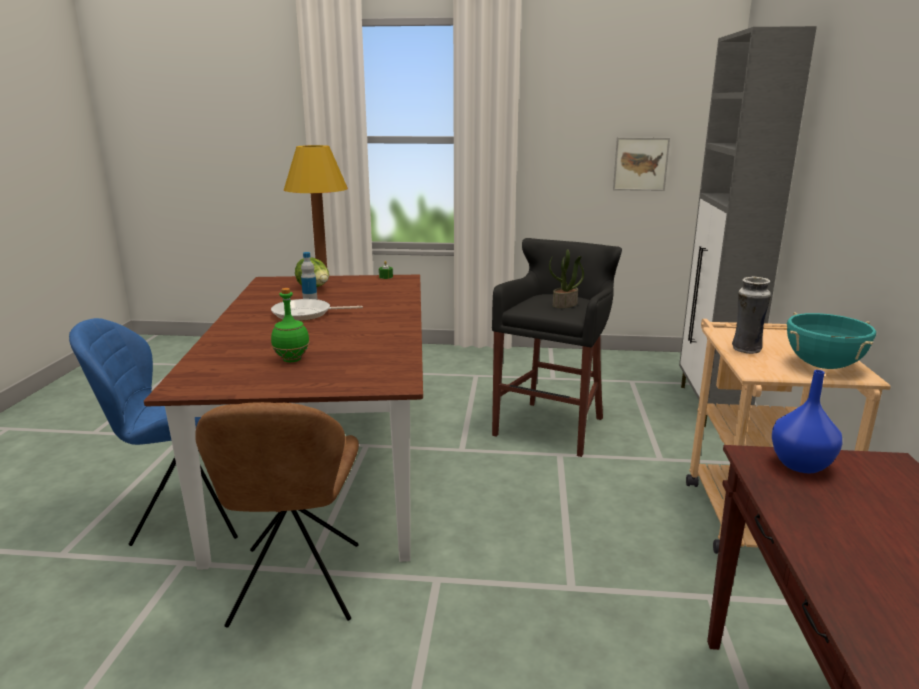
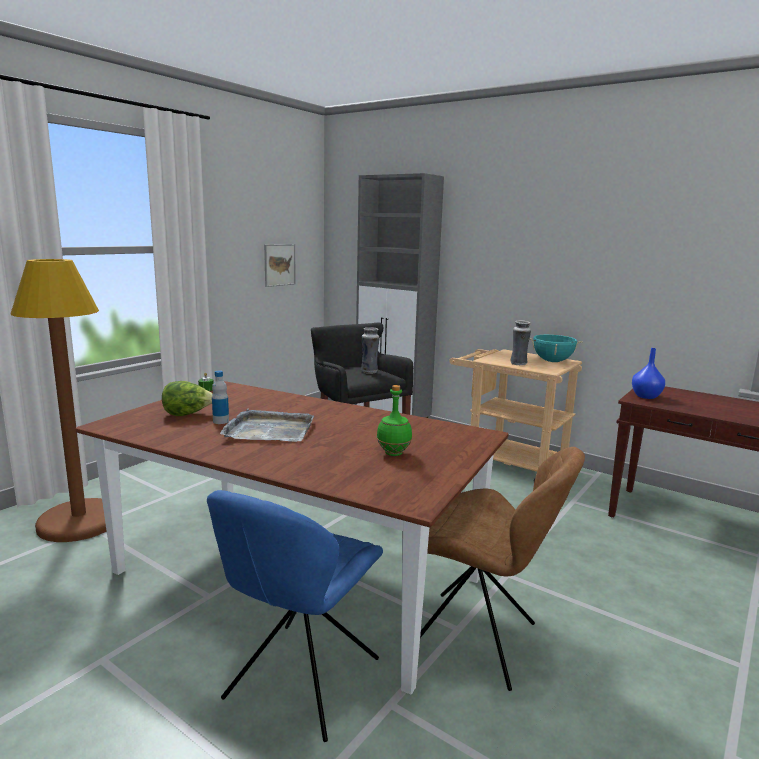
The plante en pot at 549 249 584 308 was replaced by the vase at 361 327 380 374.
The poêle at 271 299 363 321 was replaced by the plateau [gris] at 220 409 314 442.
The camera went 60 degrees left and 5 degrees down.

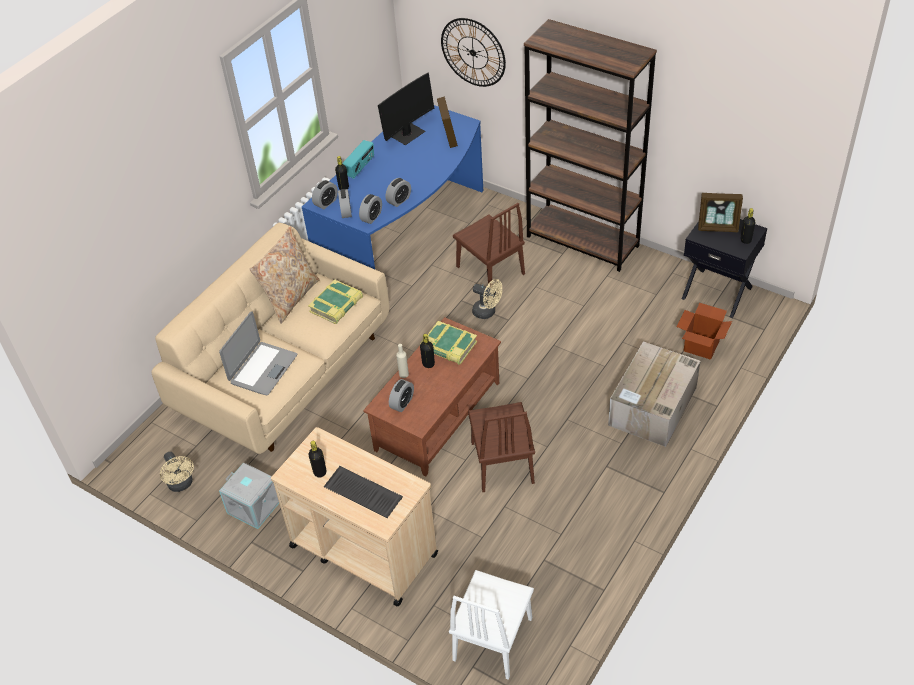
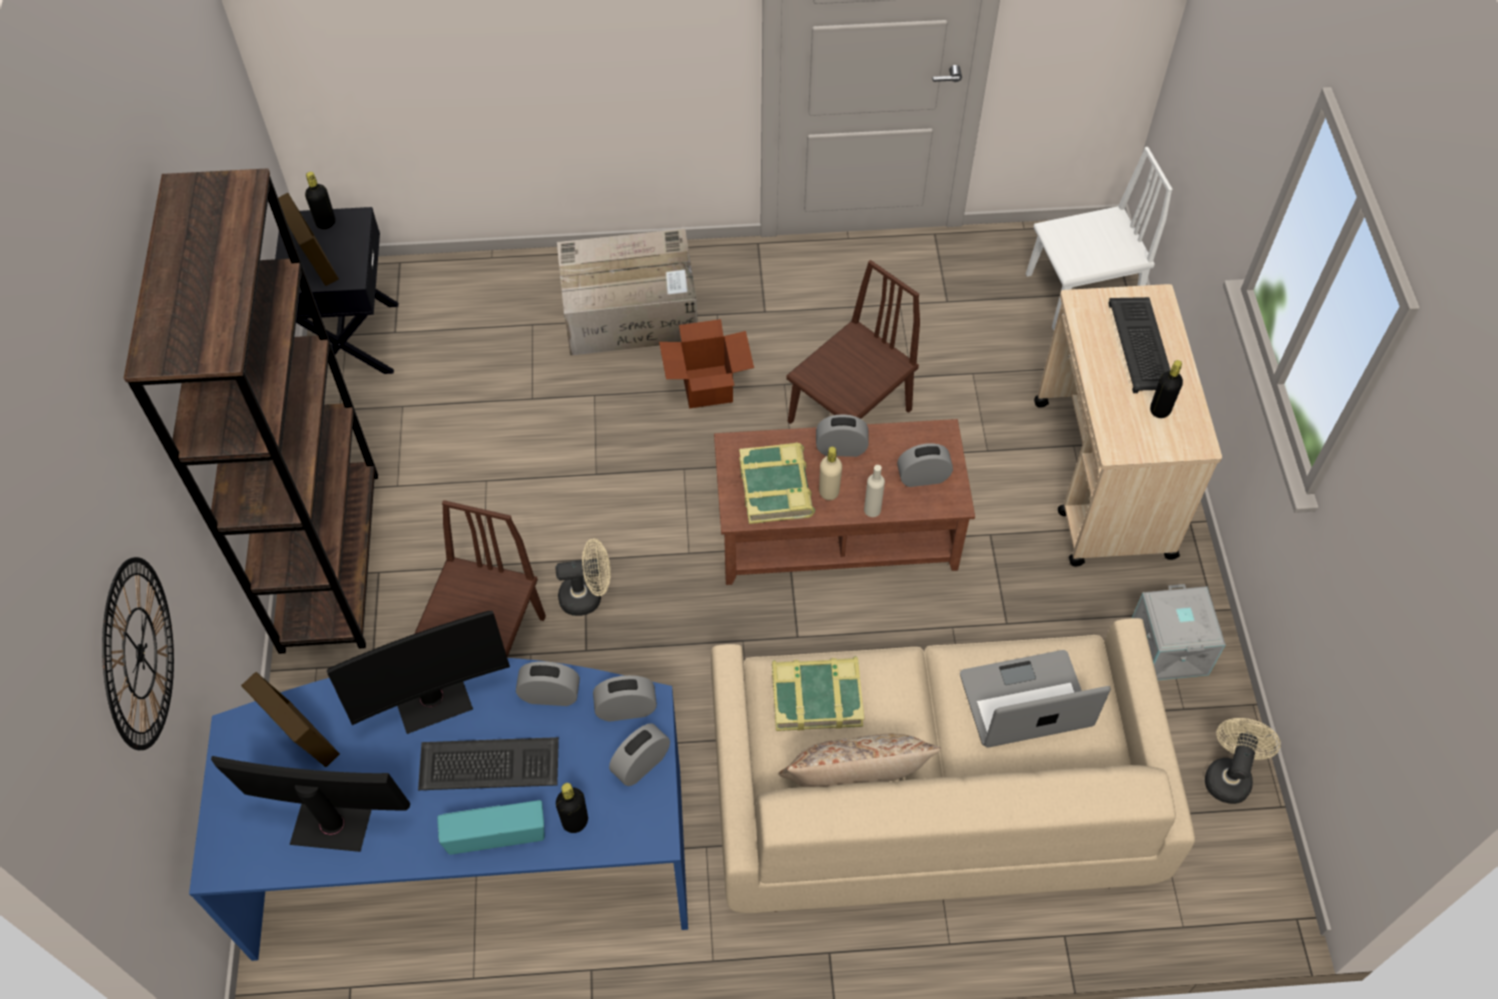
The cadre photo at 437 97 458 148 turned 90 degrees clockwise.
The réveil moved from 312 180 338 209 to 816 414 869 457.
The ventilateur [beige] at 472 279 502 319 turned 90 degrees clockwise.
The carton moved from 676 303 732 360 to 659 319 754 408.
The bouteille [noir] at 420 334 435 368 became the bouteille [beige] at 819 447 842 500.
The écran d'ordinateur at 327 611 510 734 appeared.
The clavier at 418 737 559 790 appeared.
The camera went 130 degrees left and 10 degrees up.

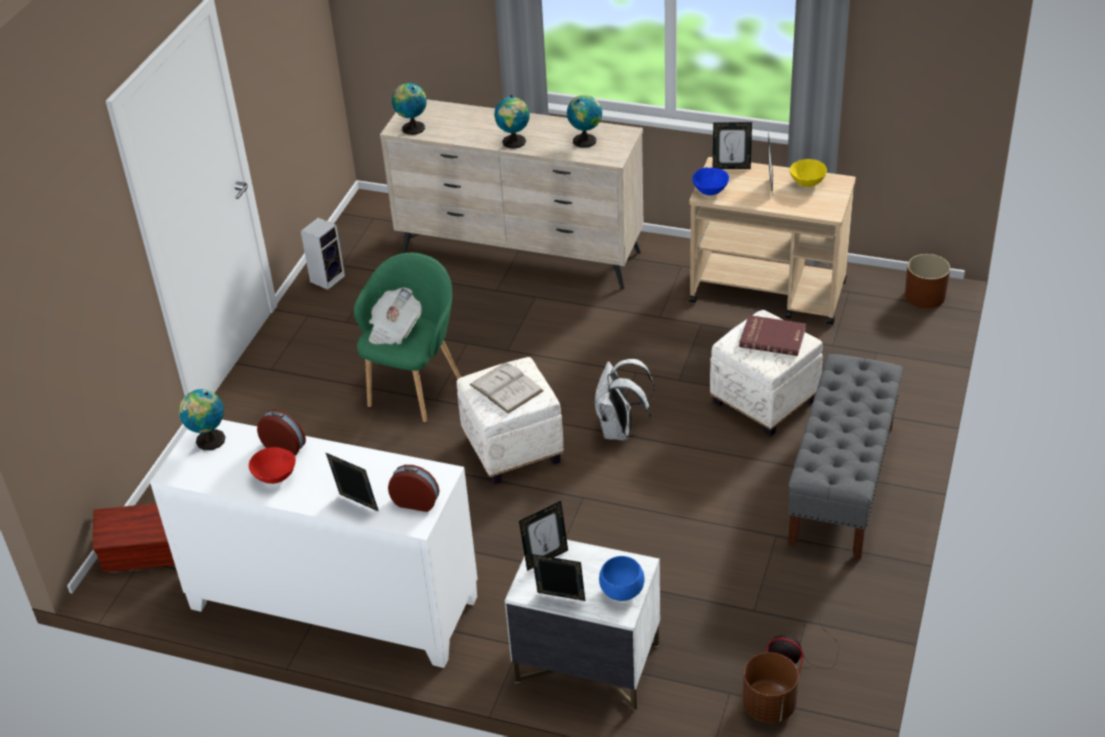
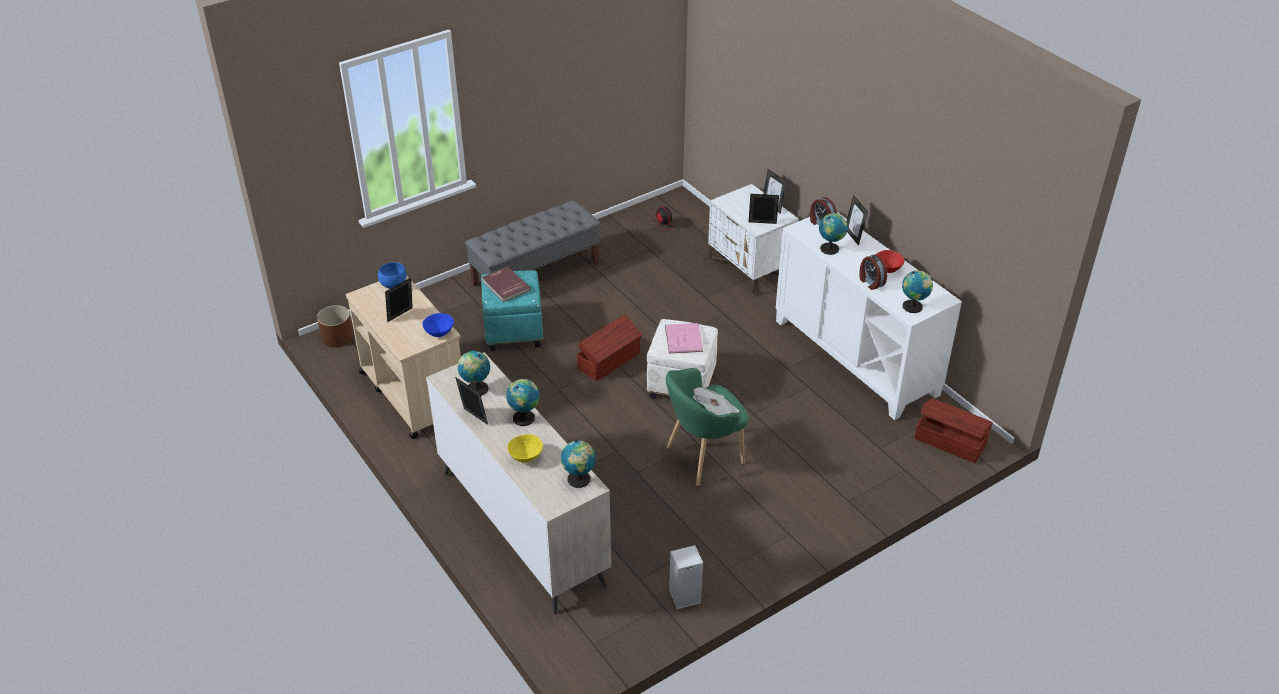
The cadre photo moved from 713 122 752 169 to 455 377 488 425.
The bol [jaune] moved from 790 159 827 187 to 507 434 543 463.
The pouf [blanc] at 710 310 823 436 became the pouf [turquoise] at 481 270 543 351.
The sac à dos [blanc] at 594 359 654 441 was replaced by the boîte de rangement [marron] at 577 314 643 381.
The livre [blanc] at 469 363 543 414 became the livre [rose] at 665 323 703 353.
The bol [bleu] moved from 599 556 644 601 to 378 262 406 289.
The cache-pot [marron] at 742 652 799 723 disappeared.
The globe at 819 213 848 255 appeared.
The camera went 145 degrees left and 0 degrees up.

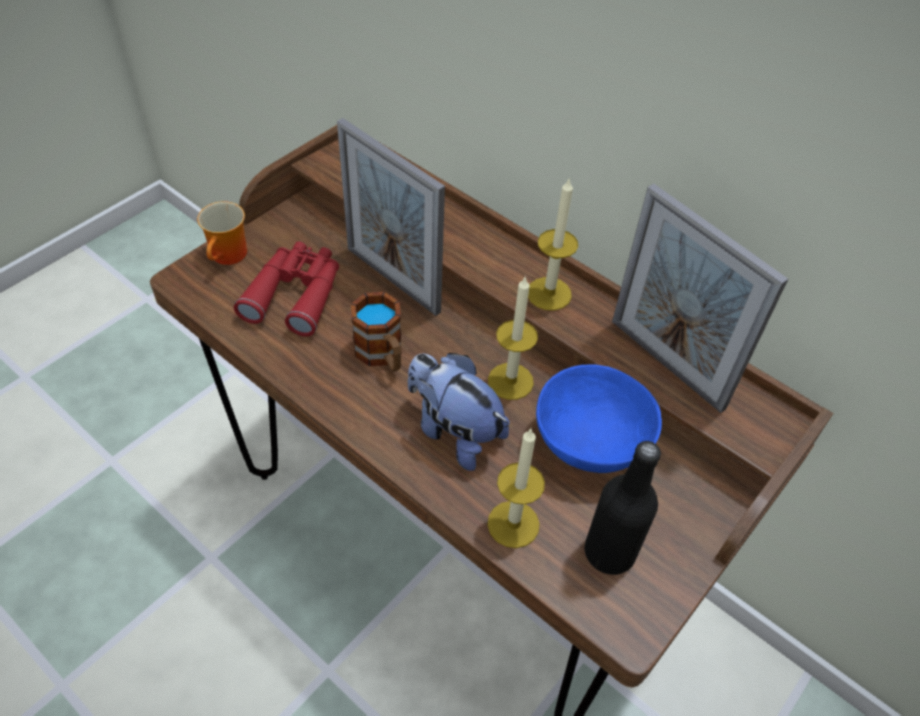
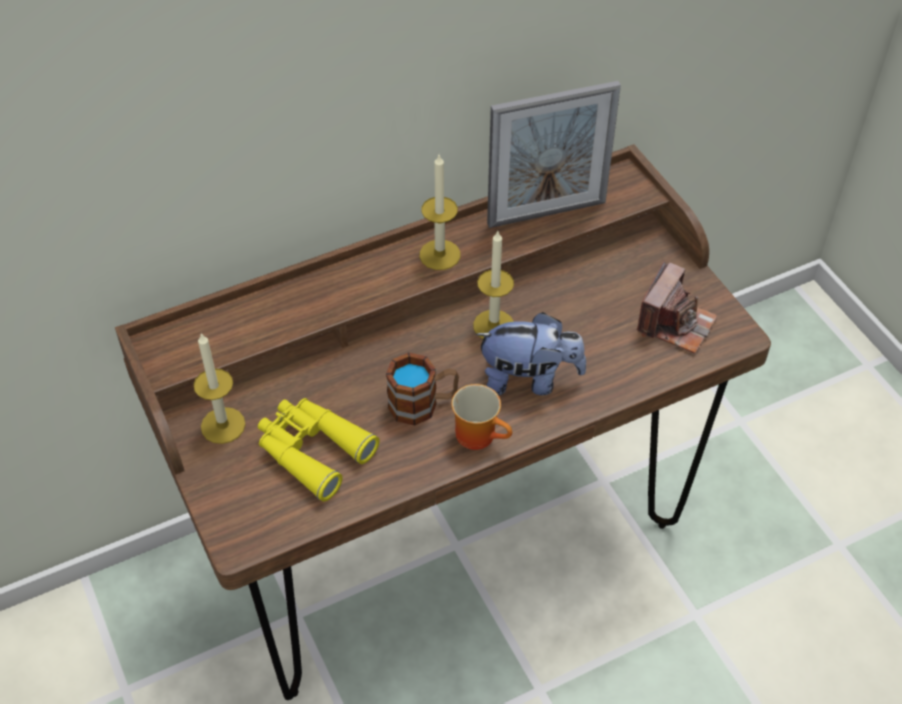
The cadre photo at 337 118 445 316 disappeared.
The mug moved from 197 201 247 265 to 451 384 512 450.
The jumelles [rouge] at 234 241 339 337 became the jumelles [jaune] at 258 398 380 502.
The peluche at 408 353 510 471 turned 150 degrees counterclockwise.
The bol [bleu] at 536 364 662 473 disappeared.
The bougie moved from 488 429 545 548 to 193 332 246 444.
The bouteille [noir] at 585 441 661 575 was replaced by the appareil photo at 637 261 718 354.
The camera went 65 degrees left and 0 degrees up.

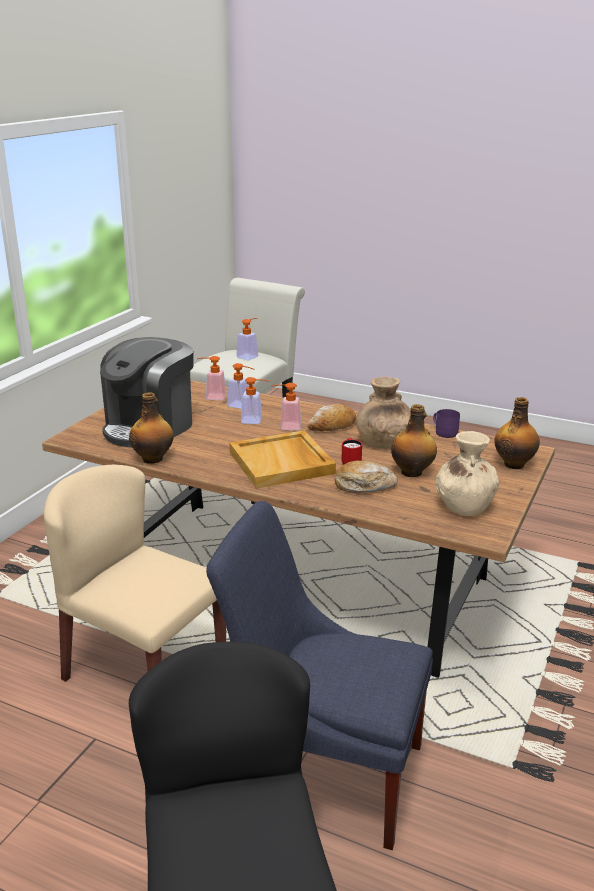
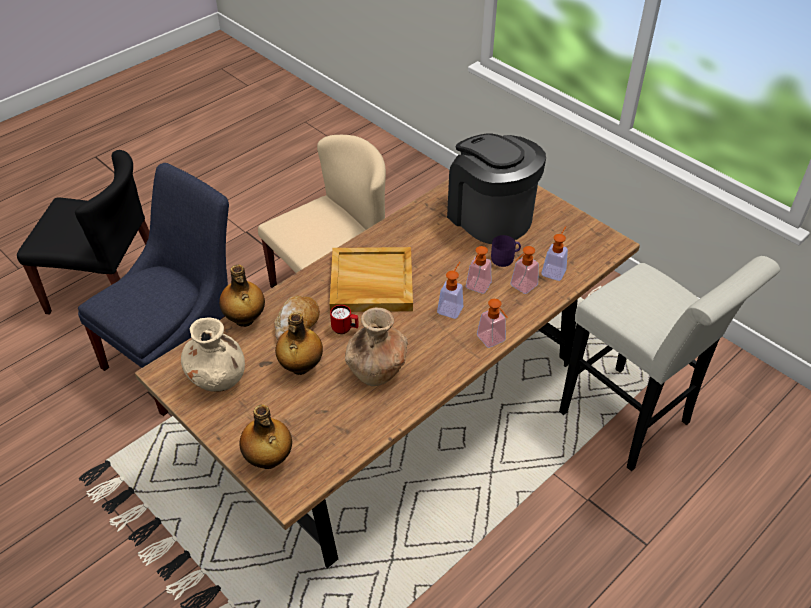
The distributeur de savon moved from 236 318 258 360 to 477 299 508 348.
The bouteille moved from 129 392 174 464 to 219 265 265 327.
The pain at 307 404 356 431 disappeared.
The mug [violet] moved from 433 409 460 438 to 491 235 521 267.
The camera went 110 degrees right and 20 degrees up.

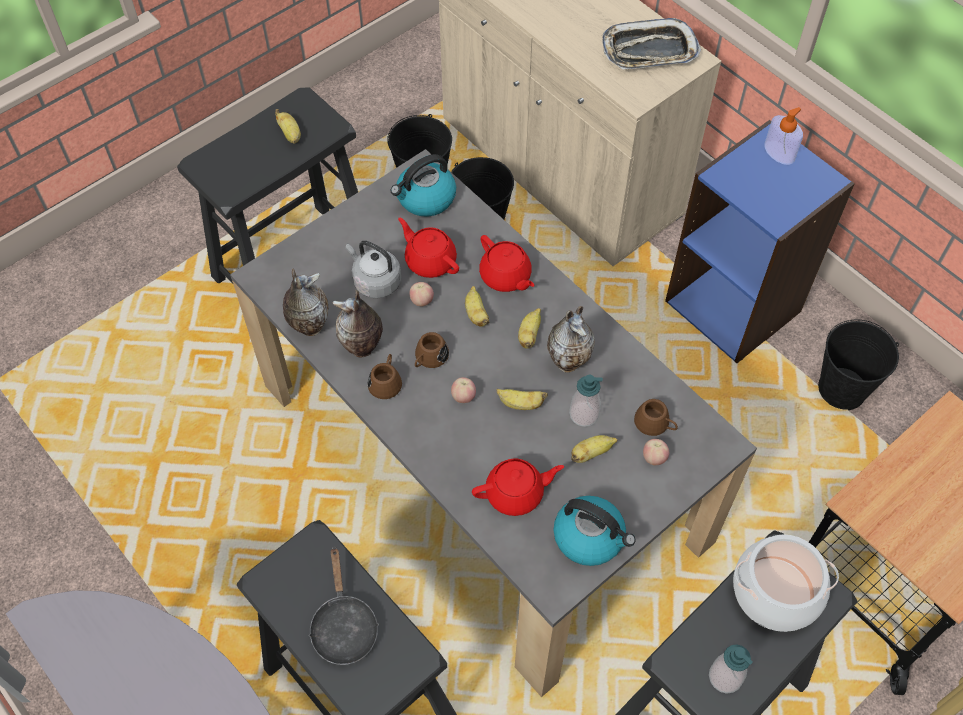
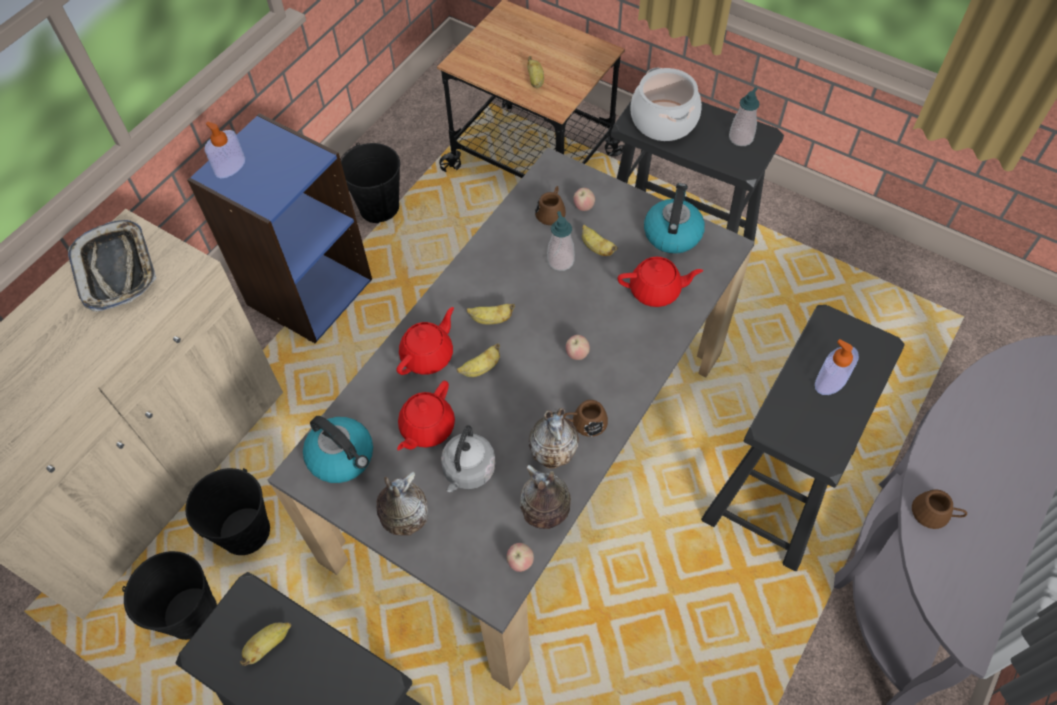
The pomme moved from 410 282 434 306 to 507 543 534 572.
The vase moved from 547 306 595 373 to 377 472 428 535.
The mug [marron] moved from 415 332 449 368 to 912 489 967 529.
The banane moved from 496 389 548 410 to 527 56 544 88.
The théière [rouge] at 472 458 564 516 turned 120 degrees clockwise.
The poêle [noir] at 309 548 379 665 was replaced by the distributeur de savon at 815 339 859 395.
The camera went 105 degrees left and 0 degrees up.

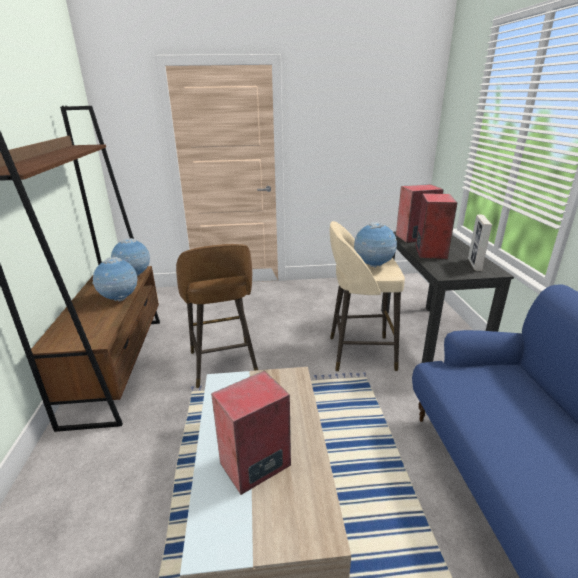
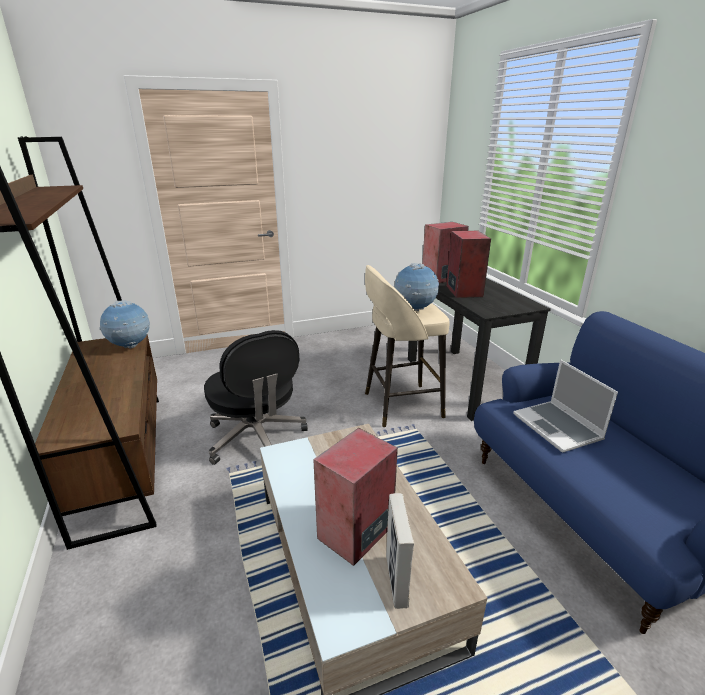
The cadre photo moved from 468 215 492 271 to 386 493 414 609.
The tabouret [marron] at 176 244 258 388 was replaced by the chaise de bureau [noir] at 204 330 308 465.
The globe at 92 257 138 302 disappeared.
The ordinateur portable at 513 360 618 453 appeared.
The camera went 15 degrees left and 0 degrees up.

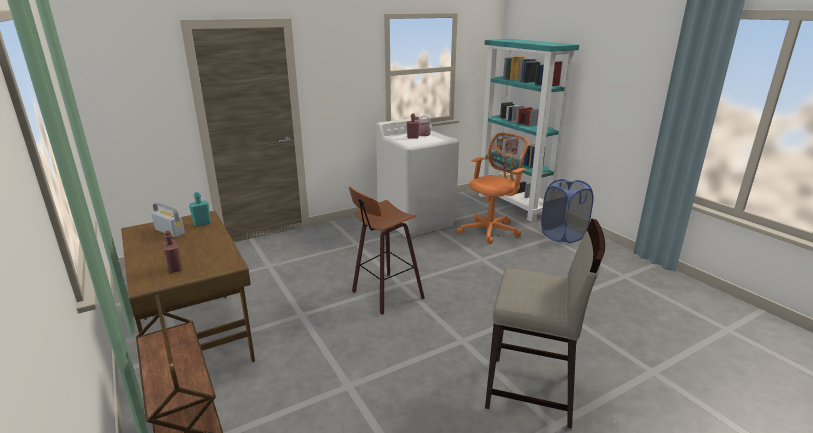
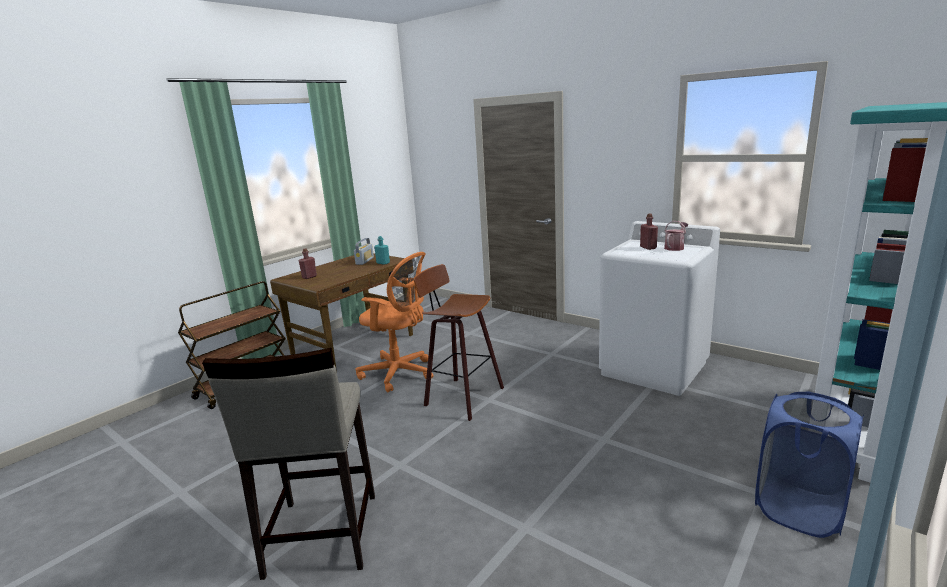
The chaise de bureau [orange] moved from 457 133 529 244 to 356 252 433 393.
The camera went 70 degrees right and 5 degrees down.

